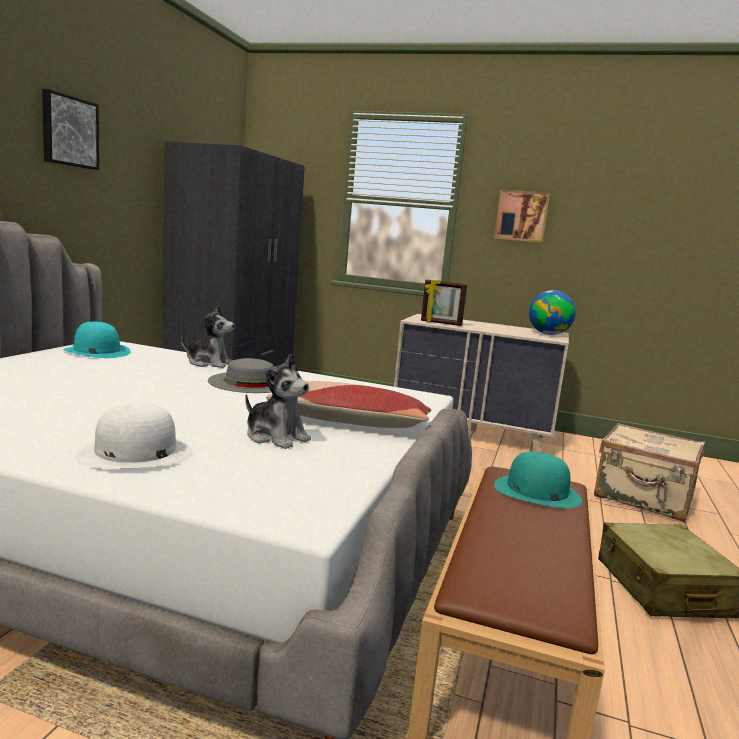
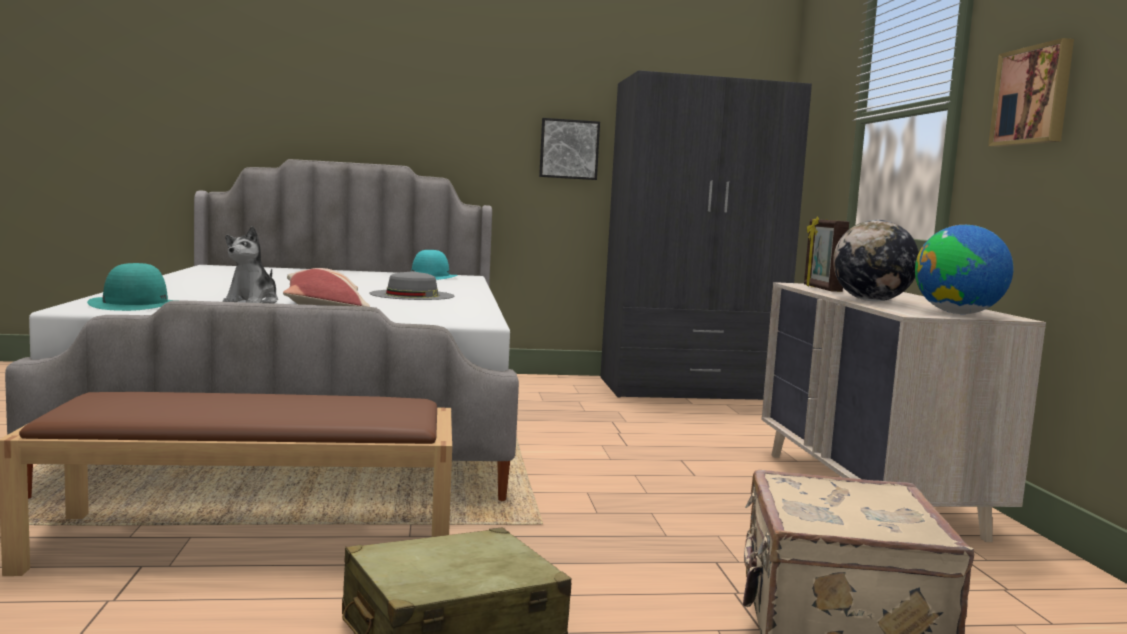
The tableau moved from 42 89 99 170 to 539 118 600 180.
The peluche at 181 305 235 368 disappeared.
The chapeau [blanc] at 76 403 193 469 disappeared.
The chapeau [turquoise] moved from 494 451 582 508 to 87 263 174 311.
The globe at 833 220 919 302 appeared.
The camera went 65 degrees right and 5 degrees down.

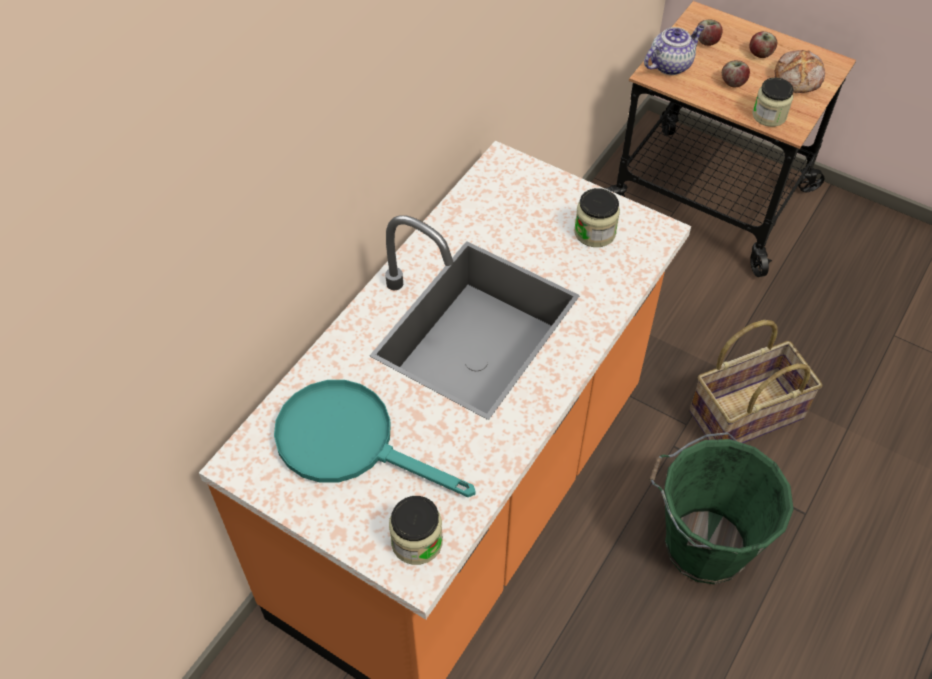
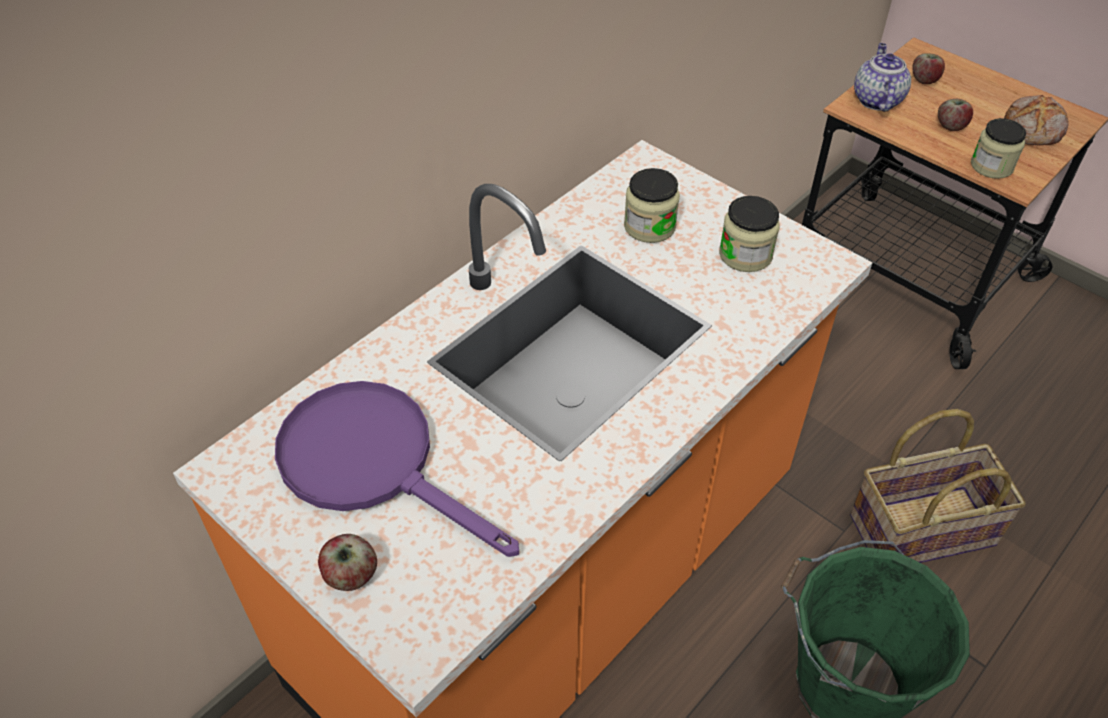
The théière at 644 25 704 75 turned 60 degrees counterclockwise.
The pomme moved from 750 31 777 58 to 318 534 377 591.
The poêle [turquoise] at 274 380 476 497 became the poêle [violet] at 275 381 519 557.
The bocal moved from 389 496 443 565 to 624 168 680 243.
The camera went 10 degrees right and 5 degrees down.

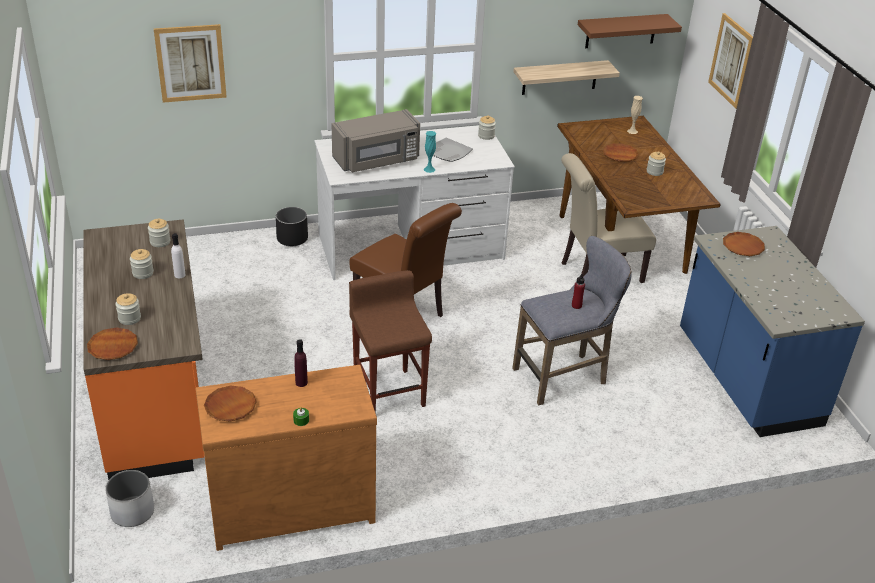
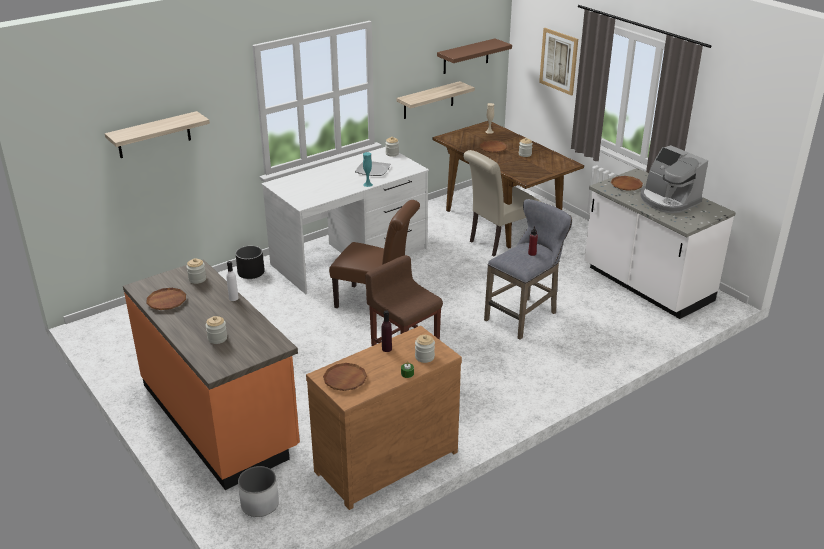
The tableau at 154 24 227 103 was replaced by the étagère at 105 111 210 158.
The micro-ondes [gris] at 331 109 420 172 disappeared.
The comptoir de cuisine [bleu] at 680 226 865 437 became the comptoir de cuisine [blanc] at 584 168 736 319.
The bocal moved from 130 249 154 279 to 415 335 435 363.
The assiette [marron] moved from 87 327 138 360 to 146 288 186 310.
The machine à café at 640 145 708 213 appeared.
The camera went 20 degrees left and 5 degrees down.

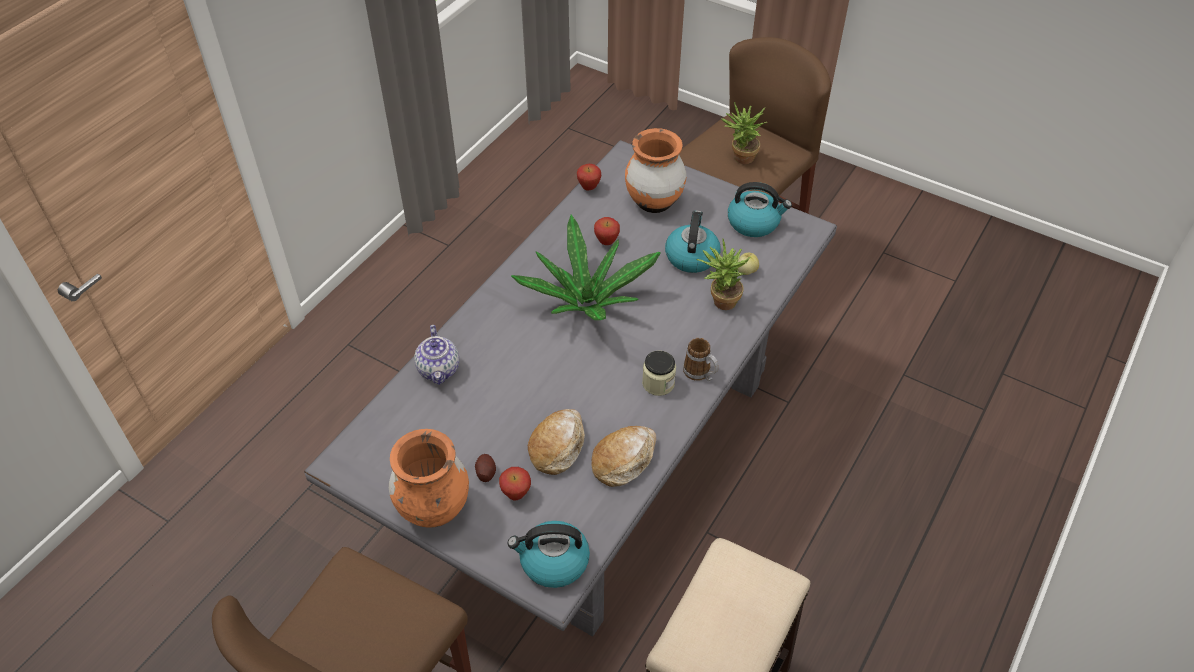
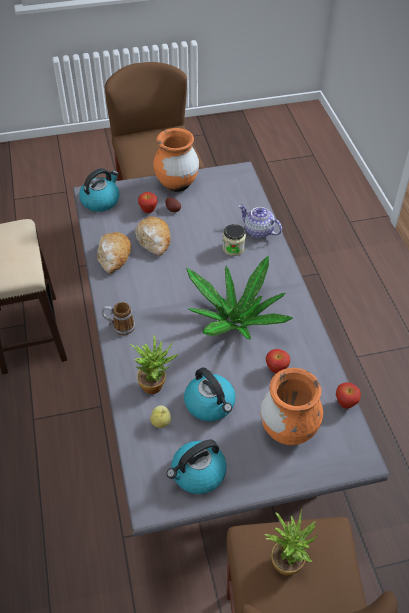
The bocal moved from 642 351 676 396 to 223 224 246 256.
The camera went 135 degrees right and 0 degrees up.

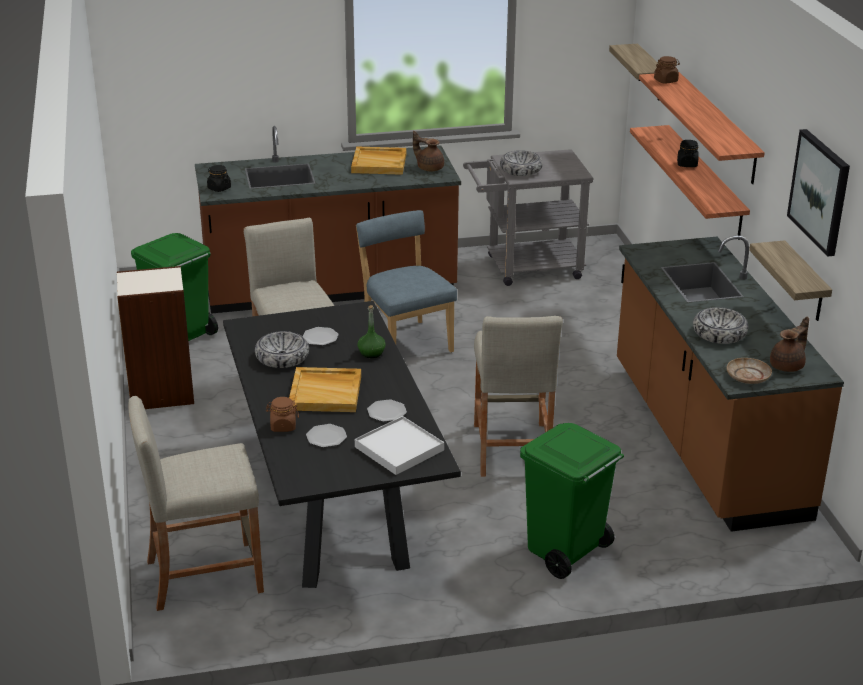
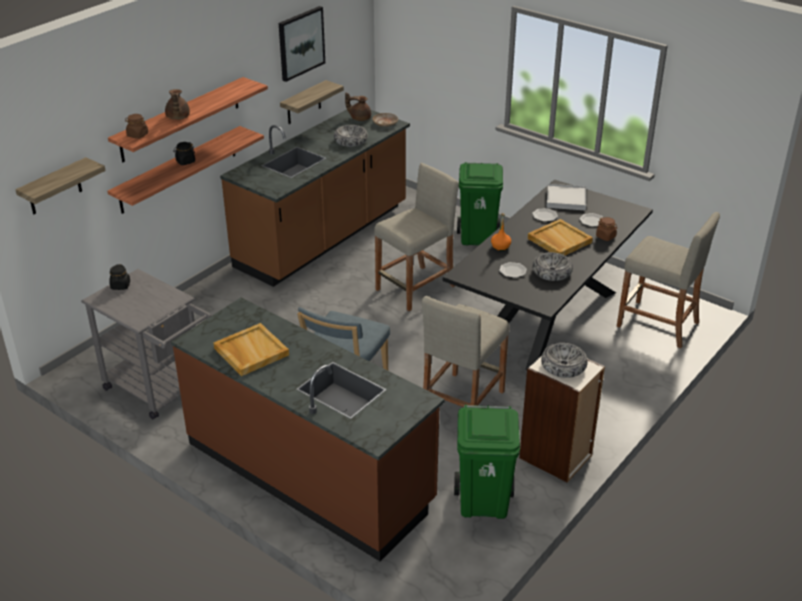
The théière [marron] moved from 413 131 444 171 to 165 89 190 120.
The bol moved from 500 150 543 176 to 541 343 588 378.
The bocal [noir] moved from 207 165 231 192 to 109 264 130 290.
The bouteille [vert] at 357 305 386 358 became the bouteille [orange] at 491 213 511 251.
The camera went 130 degrees left and 5 degrees up.

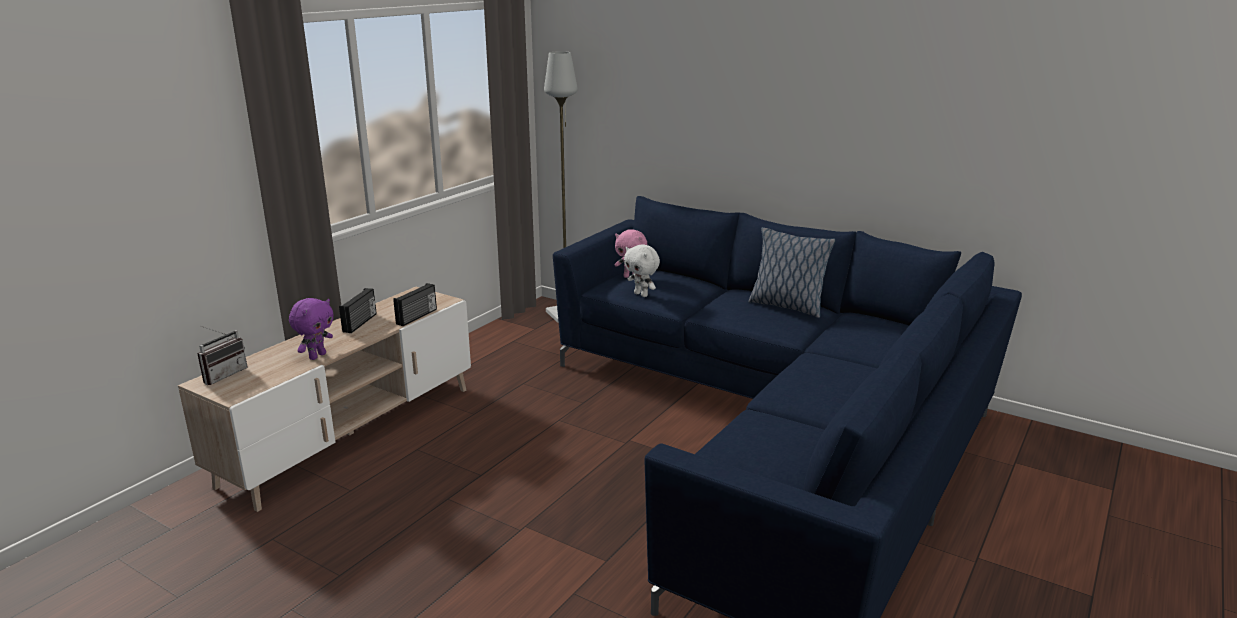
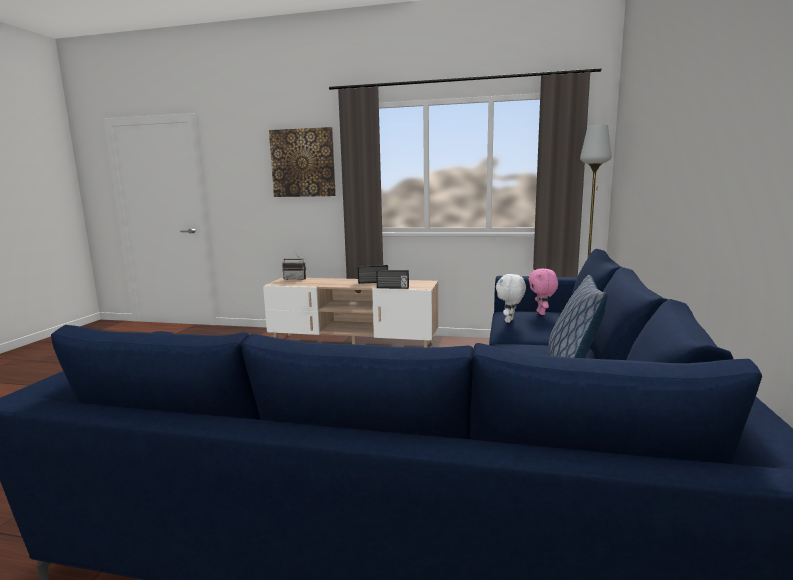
The peluche [violet] at 289 298 334 360 disappeared.
The tableau at 269 127 336 197 appeared.
The camera went 70 degrees right and 10 degrees down.

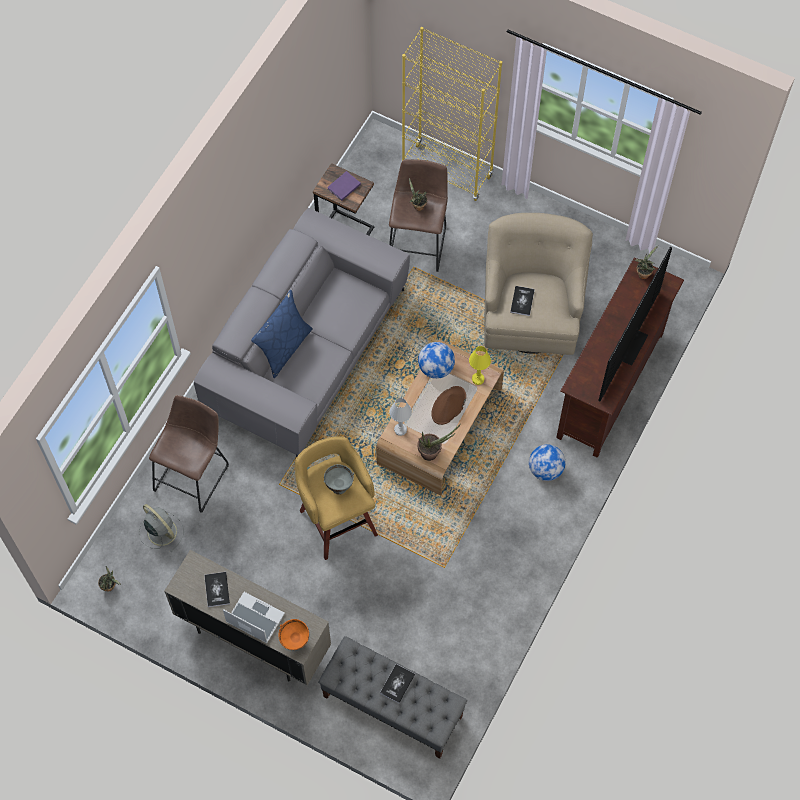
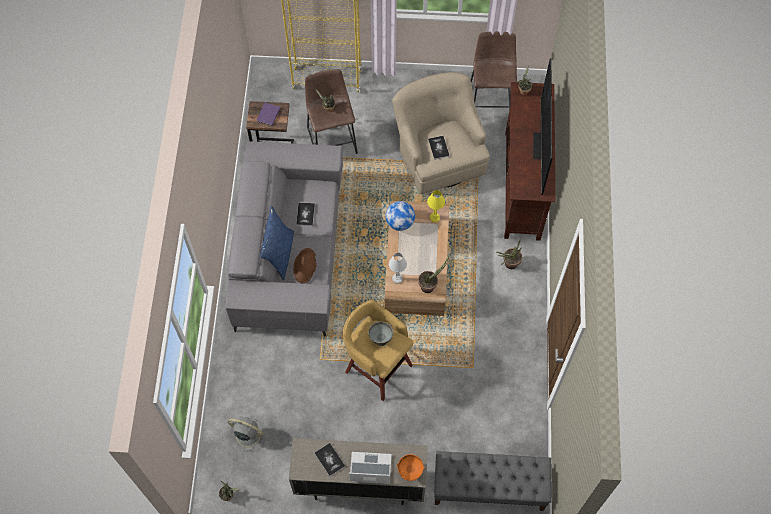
The chapeau [marron] moved from 431 386 466 425 to 293 248 317 283.
The tabouret [marron] moved from 149 395 229 513 to 471 31 517 110.
The globe at 529 444 566 481 was replaced by the plante en pot at 496 238 522 269.
The livre moved from 380 664 415 703 to 296 203 315 226.
The camera went 25 degrees left and 0 degrees up.

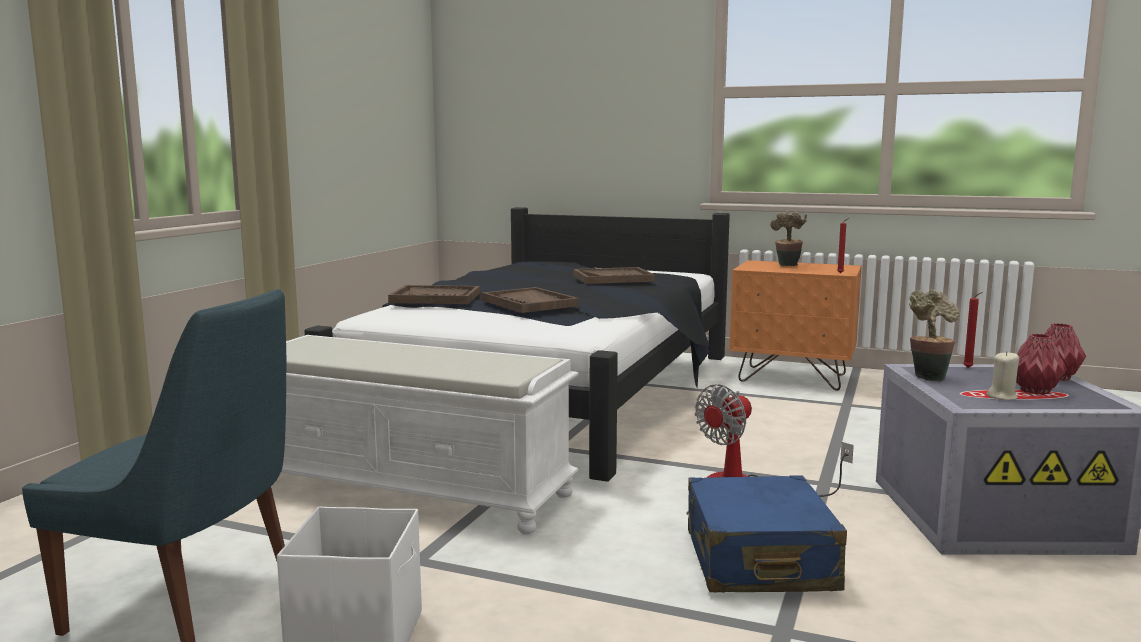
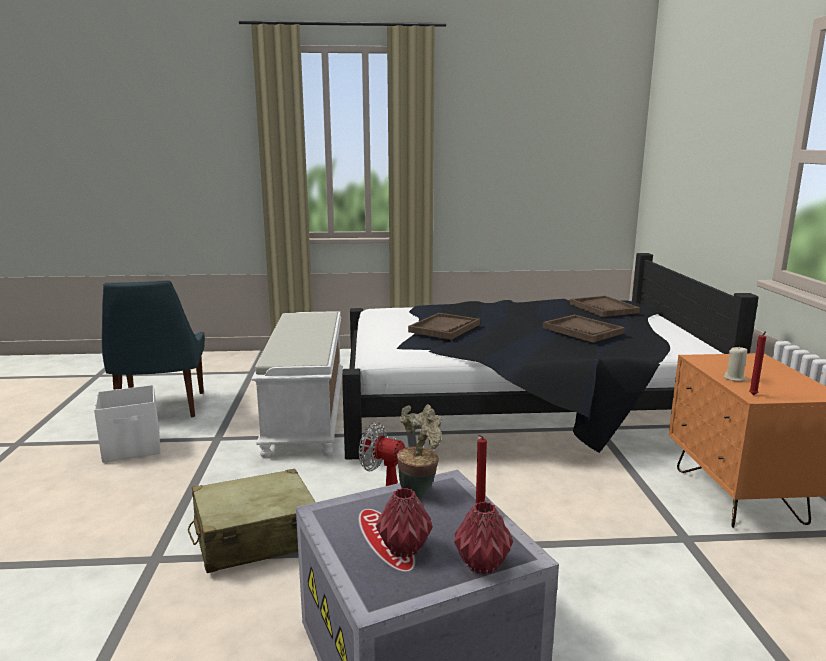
The plante en pot at 770 210 807 266 disappeared.
The plateau [marron] moved from 388 285 480 304 to 570 296 640 317.
The bougie [beige] moved from 987 351 1019 400 to 724 346 747 382.
The valise [bleu] at 686 476 847 593 became the valise [beige] at 188 469 316 573.
The camera went 65 degrees right and 5 degrees up.

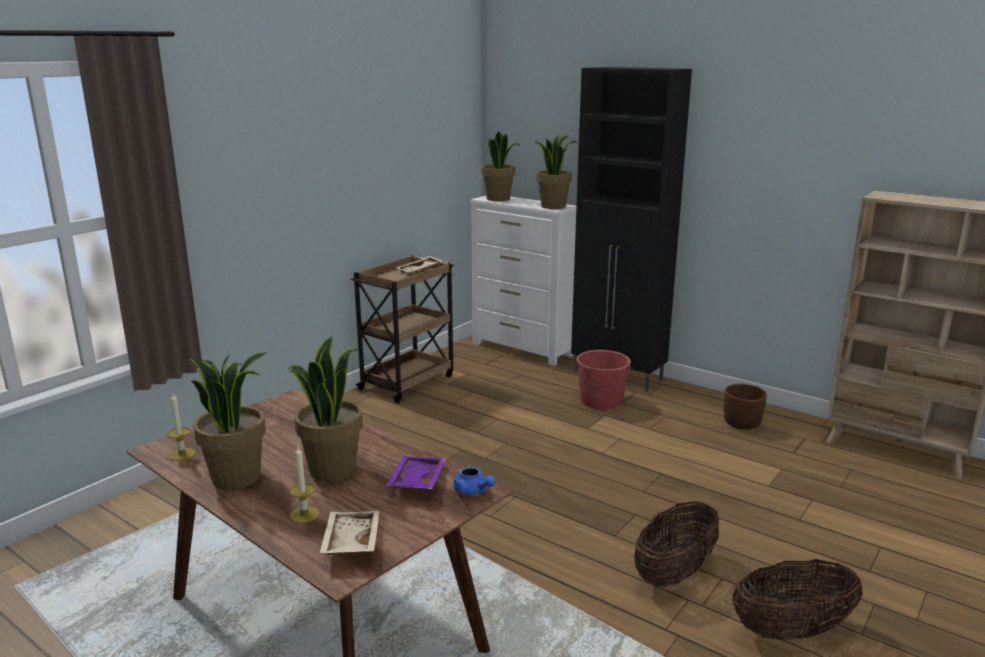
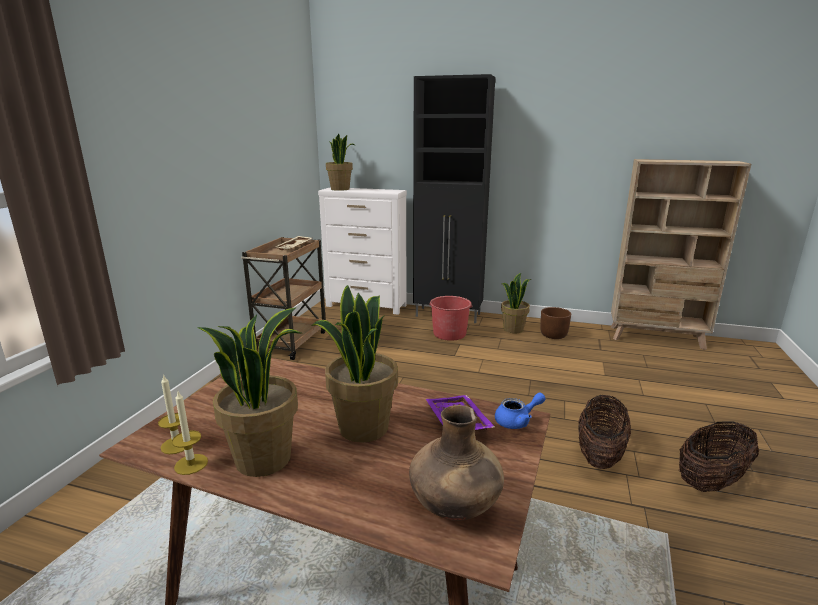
The plante en pot moved from 534 135 577 209 to 501 273 531 333.
The bougie moved from 290 447 319 523 to 172 392 208 475.
The théière [bleu] at 453 465 496 495 turned 45 degrees counterclockwise.
The plateau [beige] at 319 511 380 555 was replaced by the vase [marron] at 409 405 504 521.
The camera went 20 degrees left and 0 degrees up.

